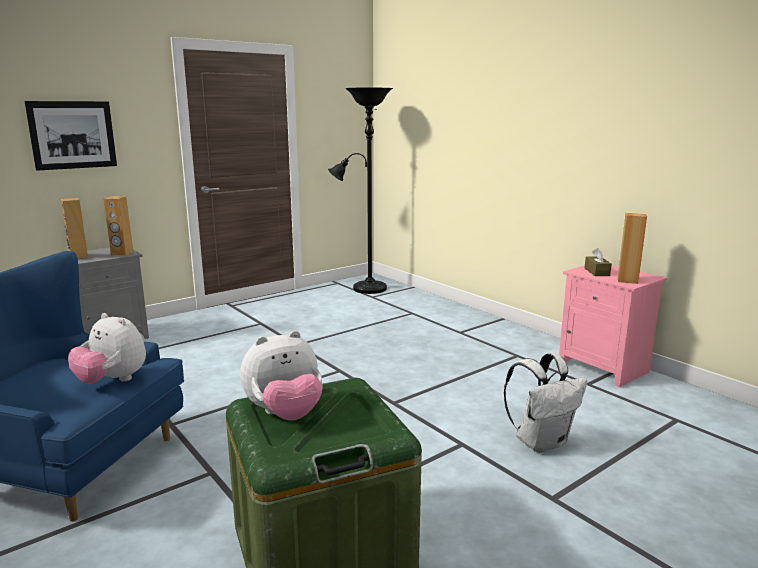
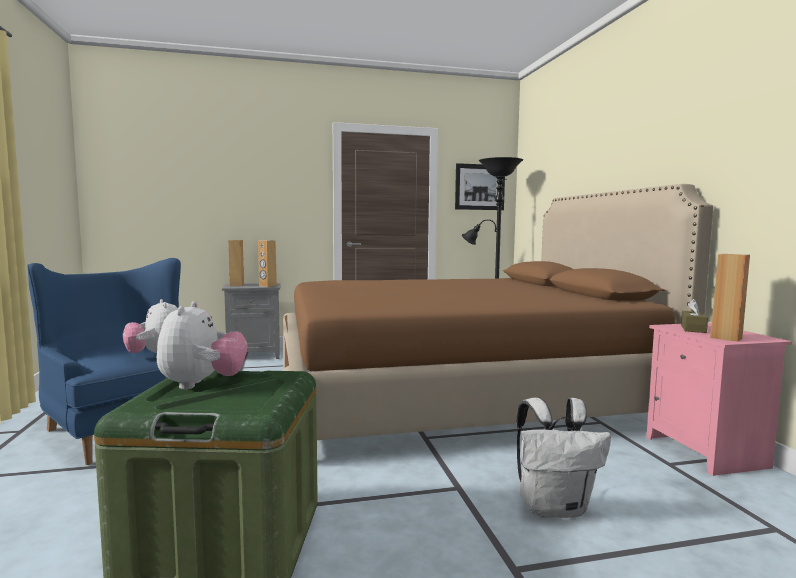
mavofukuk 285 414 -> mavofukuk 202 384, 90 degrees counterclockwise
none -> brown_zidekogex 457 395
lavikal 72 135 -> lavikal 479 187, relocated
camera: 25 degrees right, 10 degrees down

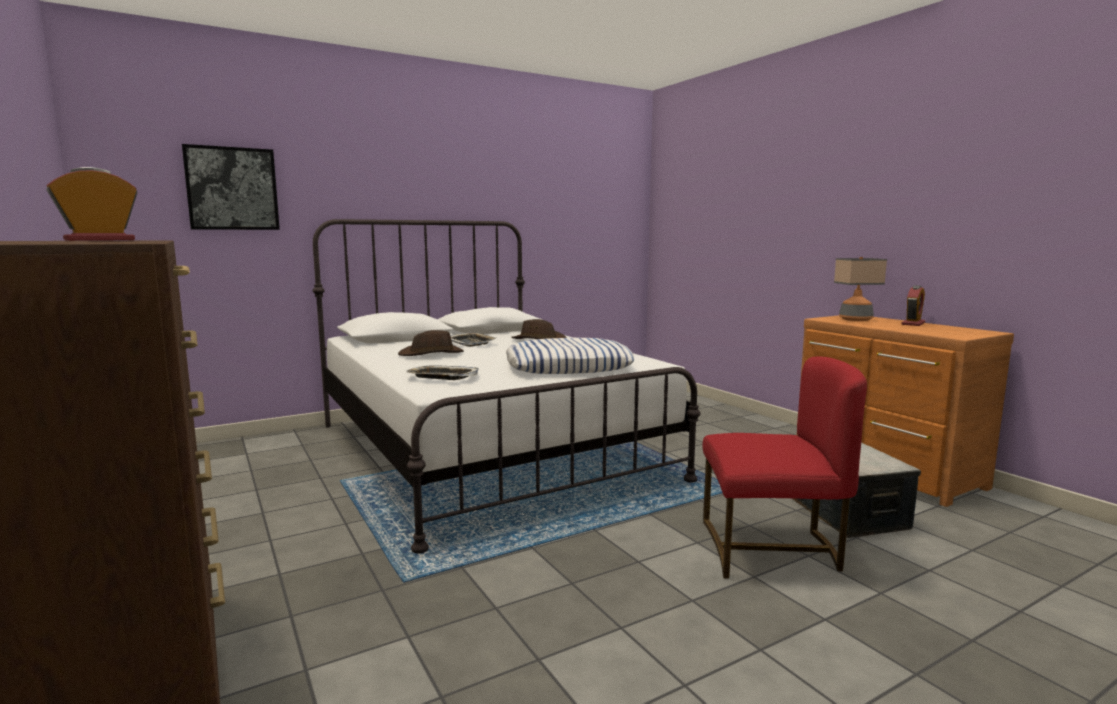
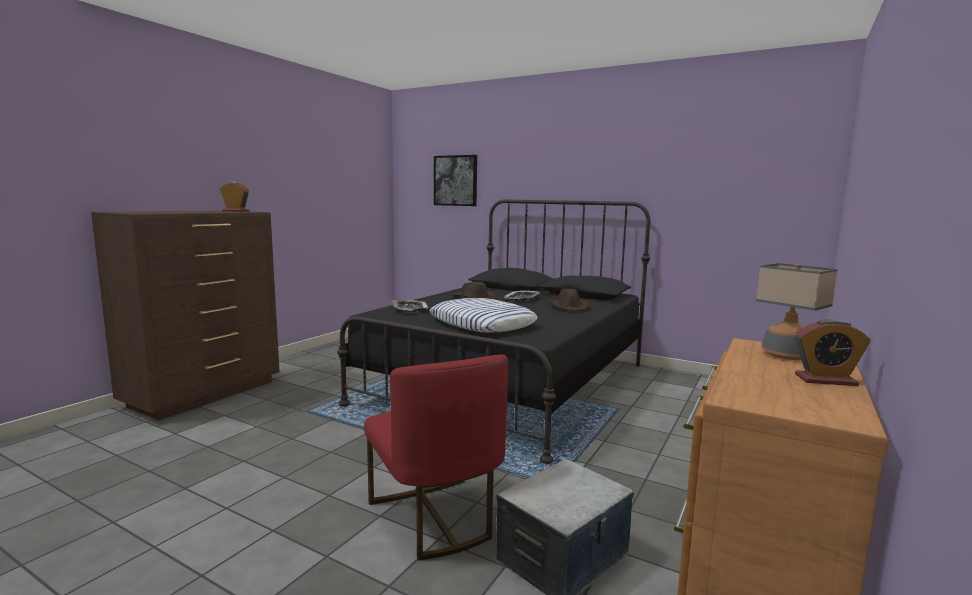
white_zidekogex 486 450 -> black_zidekogex 509 383
camera: 60 degrees right, 0 degrees up

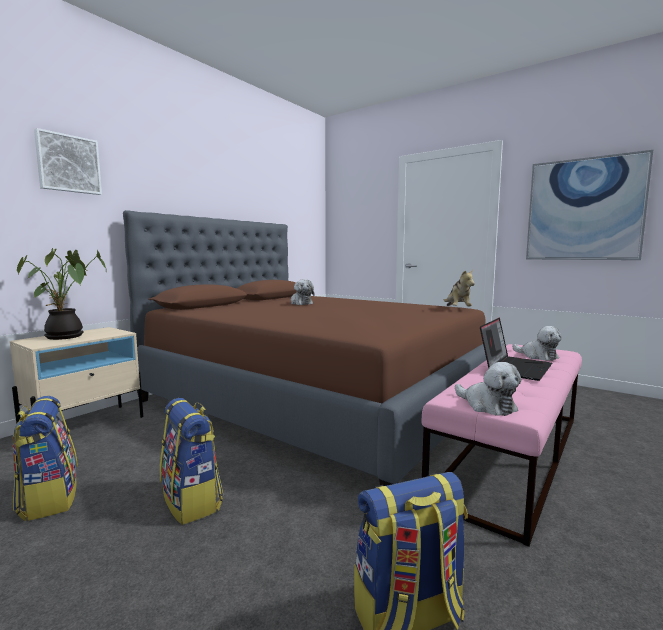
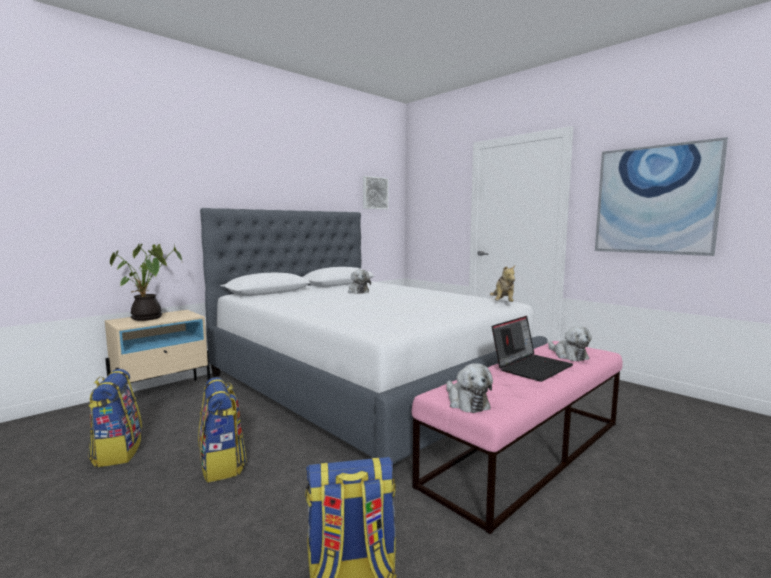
brown_zidekogex 315 400 -> white_zidekogex 366 385
lavikal 68 164 -> lavikal 374 193, relocated
camera: 10 degrees right, 0 degrees up

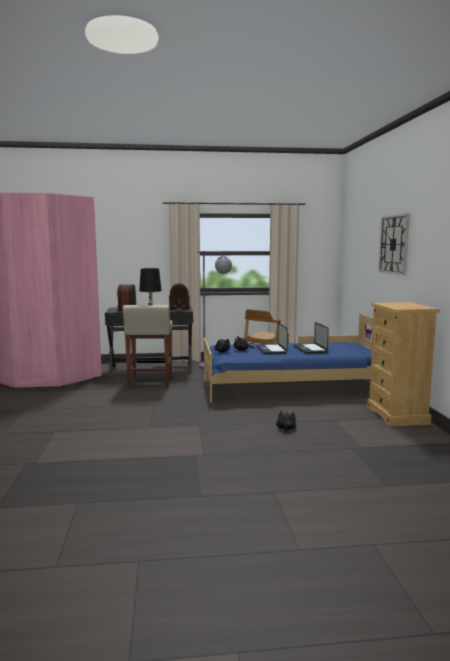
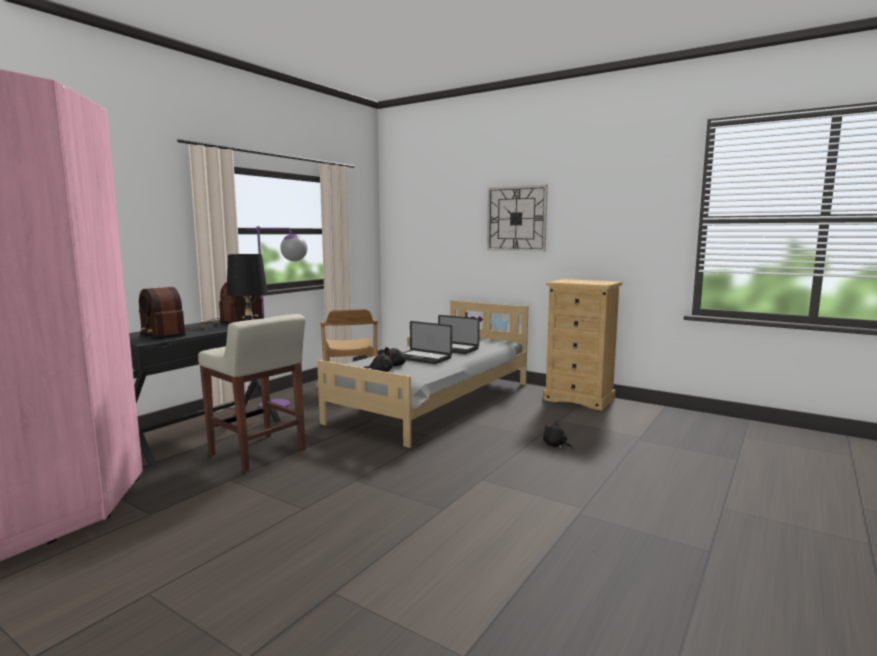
blue_zidekogex 290 387 -> grey_zidekogex 435 402
camera: 50 degrees left, 0 degrees up

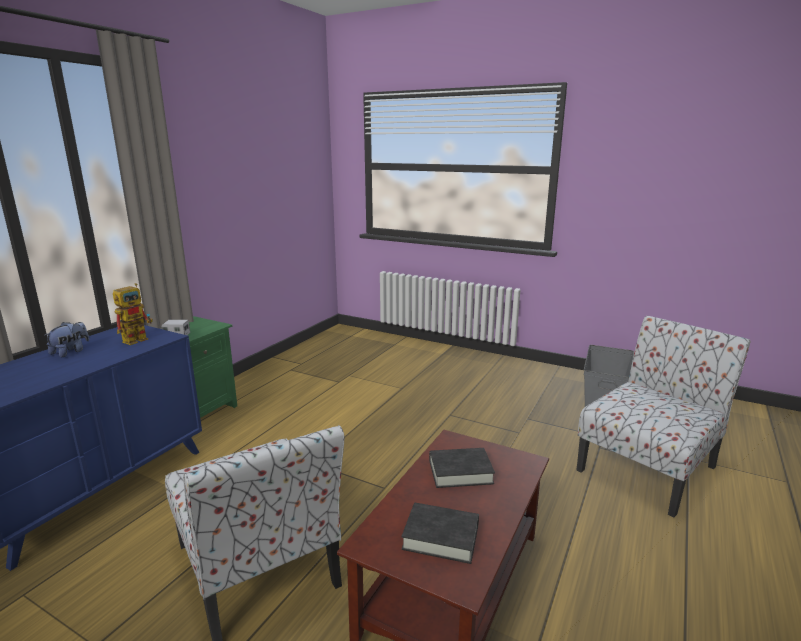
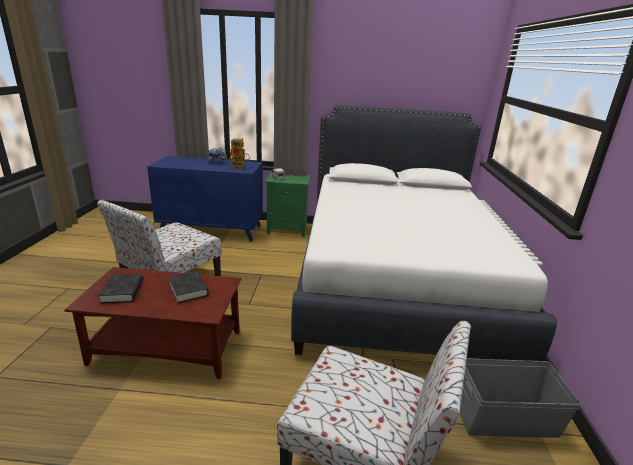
none -> white_zidekogex 395 280
camera: 65 degrees right, 5 degrees up

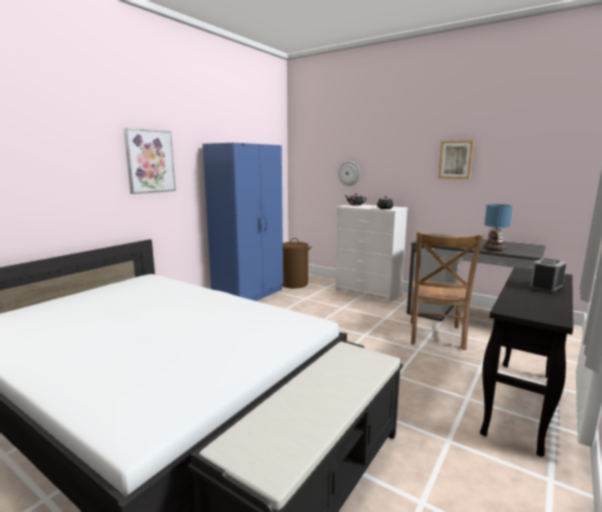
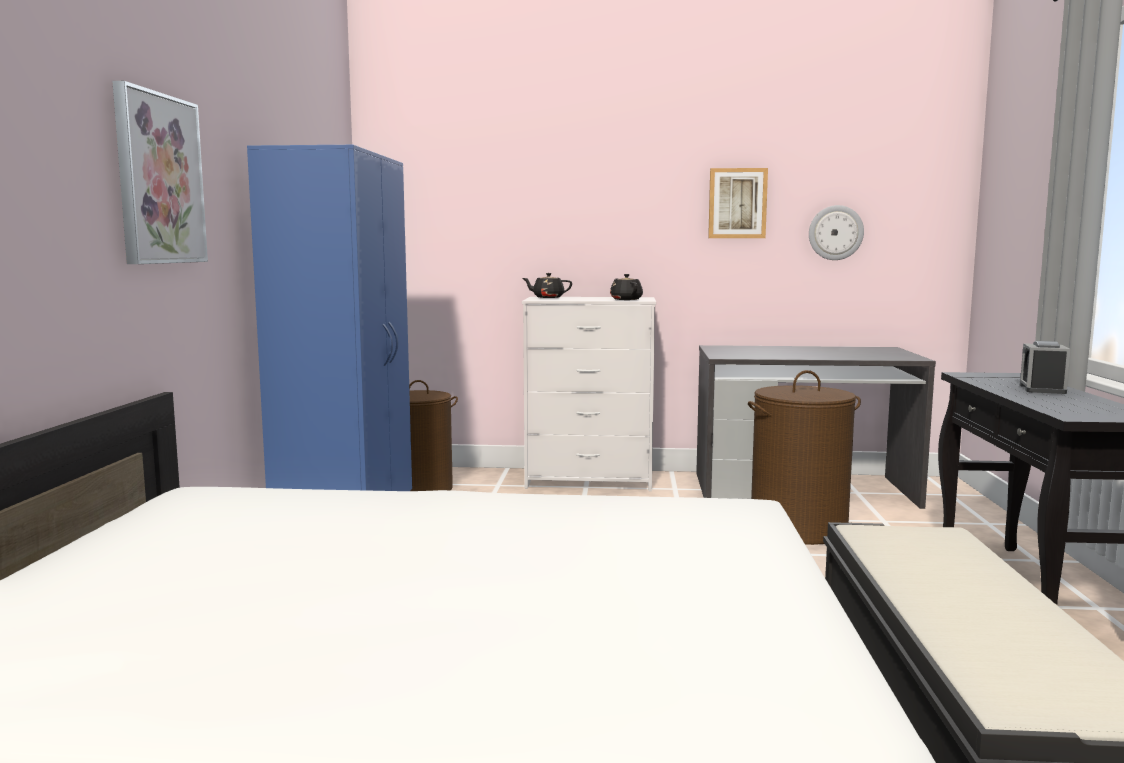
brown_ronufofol 435 336 -> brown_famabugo 798 529
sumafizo 349 173 -> sumafizo 835 232, relocated
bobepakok 494 249 -> none
camera: 30 degrees left, 5 degrees down

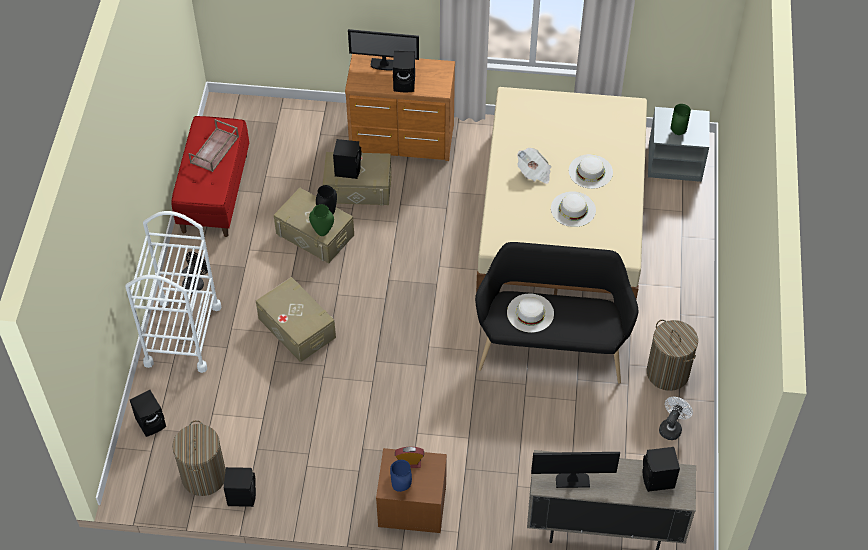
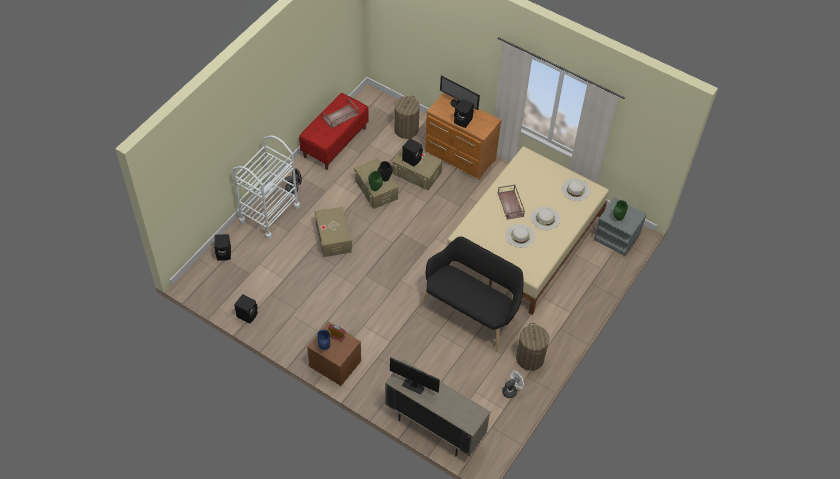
famabugo 204 476 -> famabugo 406 129, relocated
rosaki 534 172 -> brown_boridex 511 205
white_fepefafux 530 313 -> white_fepefafux 575 189, relocated
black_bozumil 658 480 -> none
camera: 25 degrees right, 0 degrees up

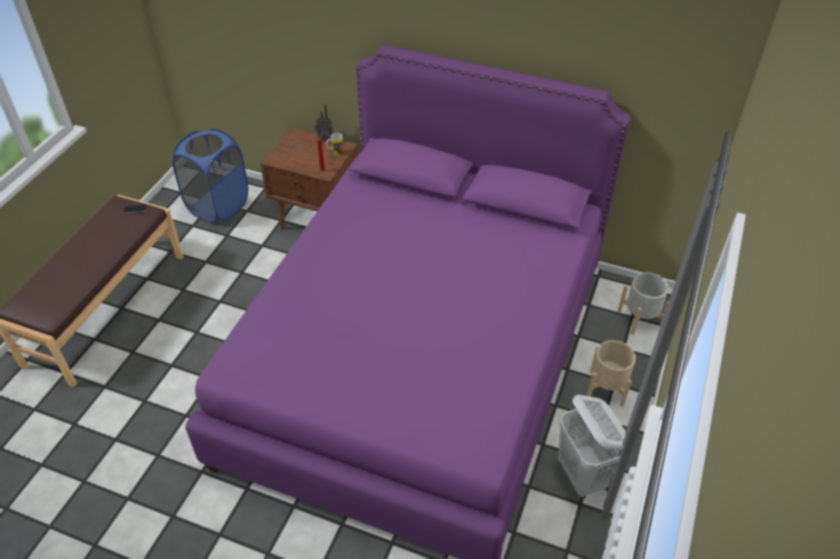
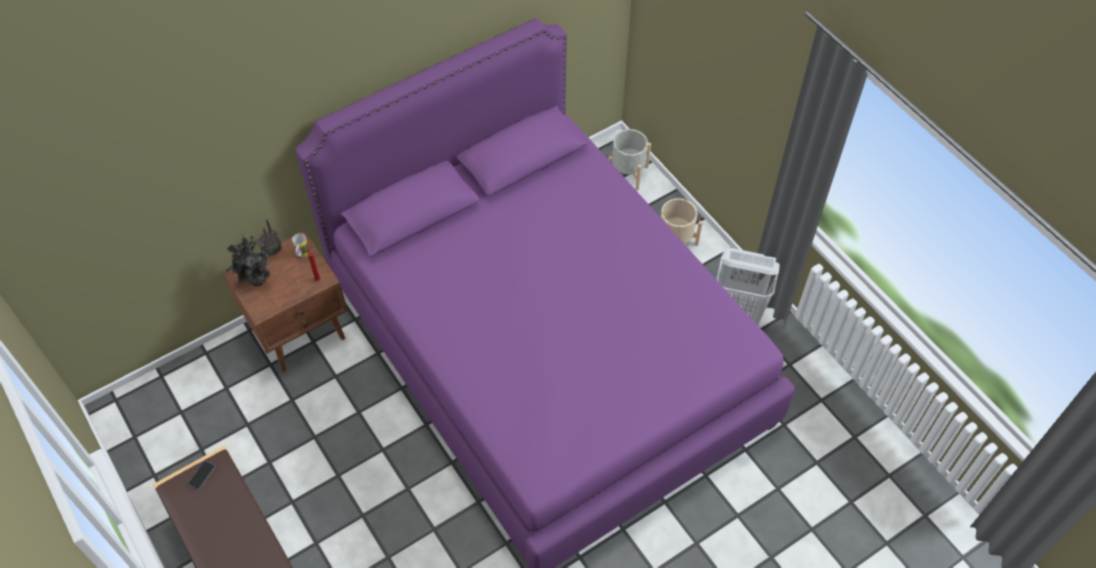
none -> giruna 256 281
blue_famabugo 218 206 -> none
camera: 55 degrees left, 10 degrees up

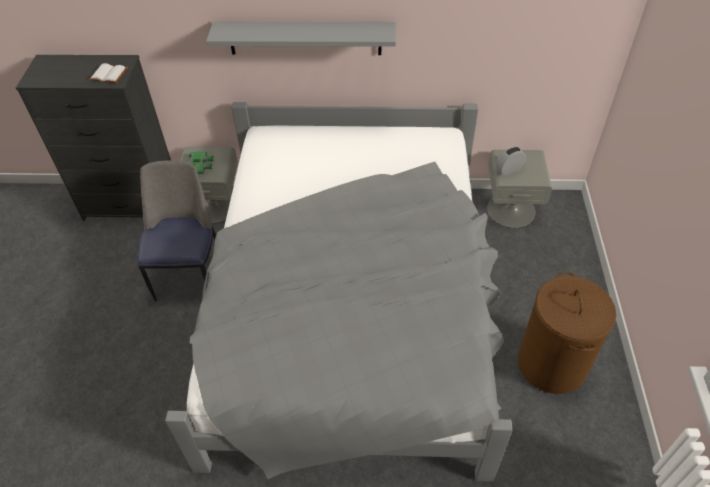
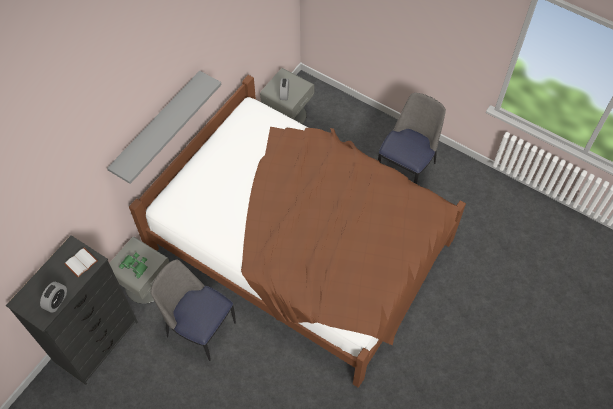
none -> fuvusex 56 301
grey_zidekogex 352 311 -> brown_zidekogex 303 246
brown_famabugo 552 364 -> ronufofol 406 168
camera: 60 degrees left, 10 degrees up

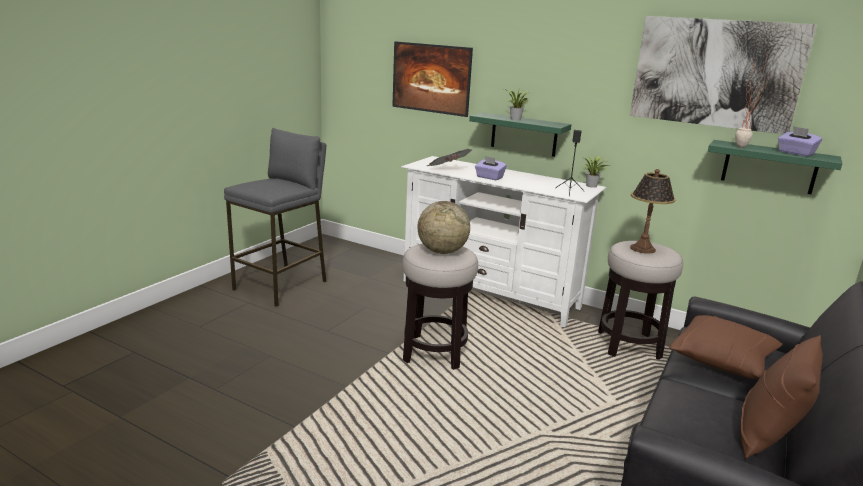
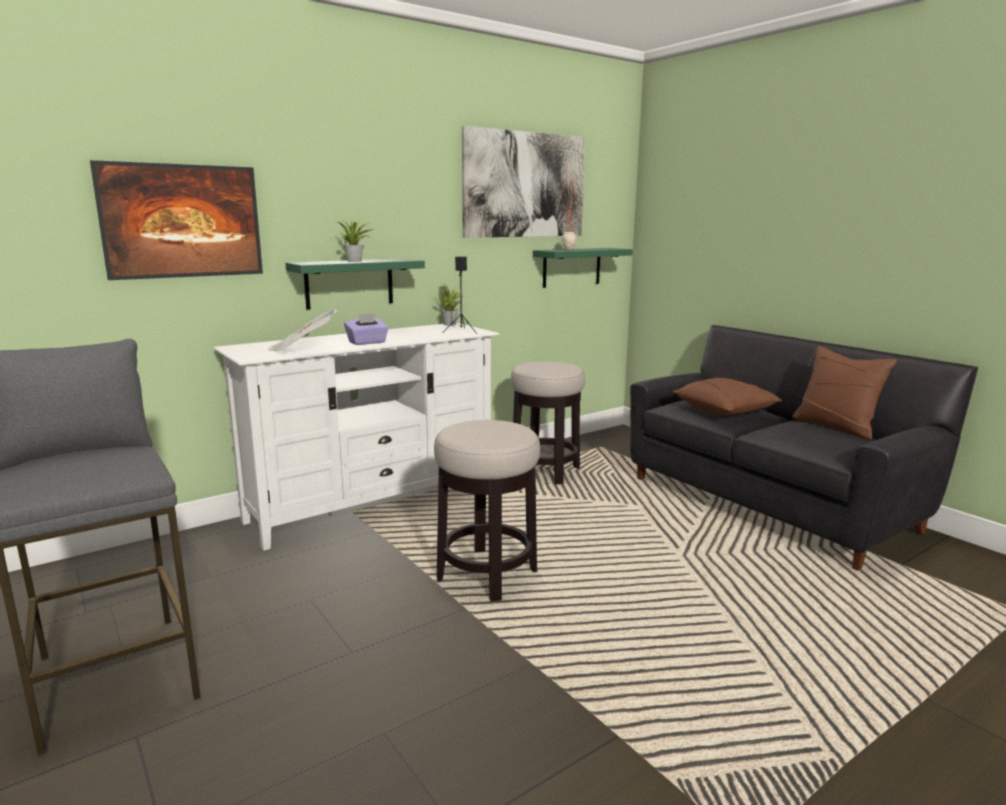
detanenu 442 251 -> none
bobepakok 643 249 -> none
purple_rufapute 795 153 -> none
camera: 65 degrees left, 5 degrees down

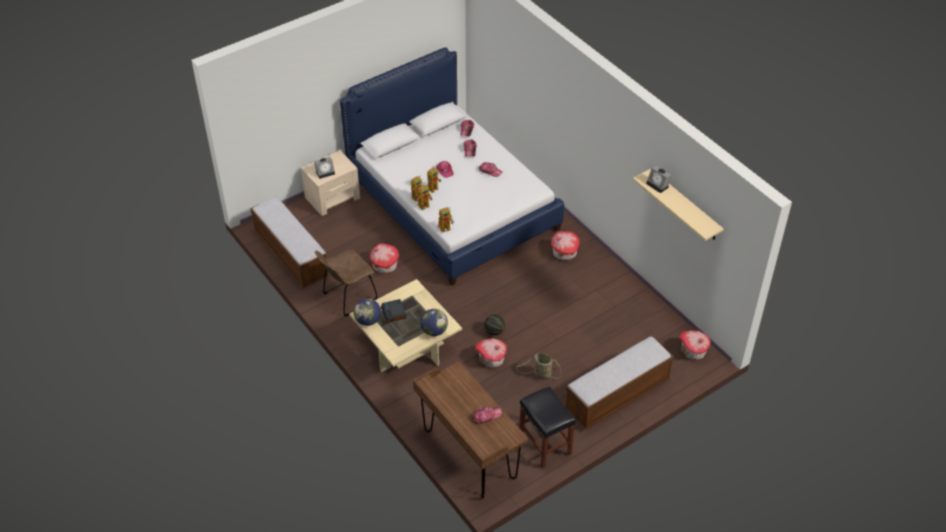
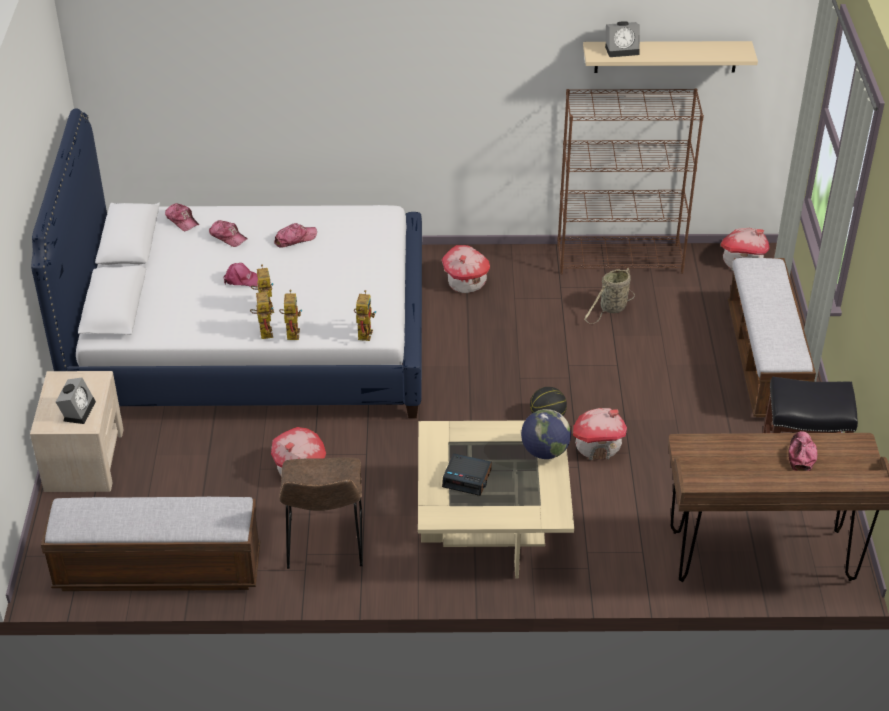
none -> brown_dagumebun 620 259
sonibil 541 374 -> sonibil 612 308, relocated
detanenu 368 321 -> none
camera: 55 degrees left, 5 degrees down

